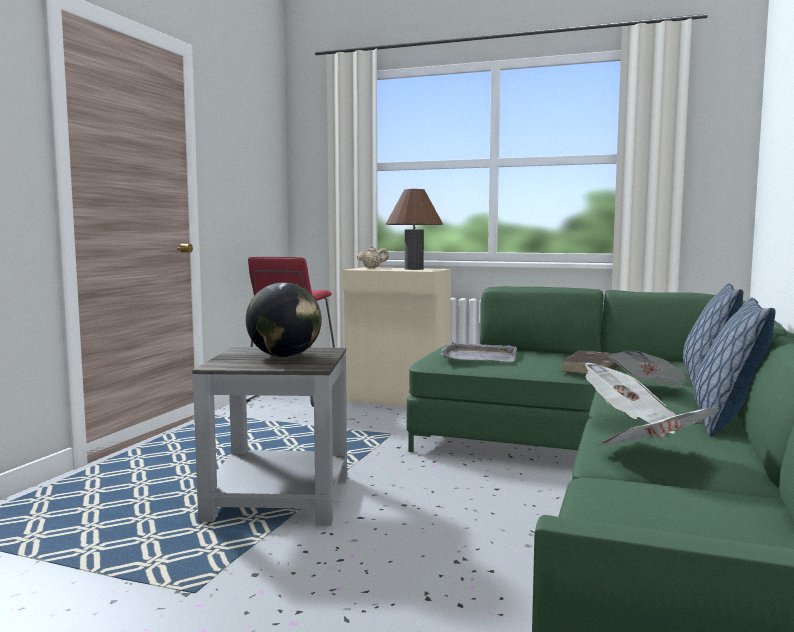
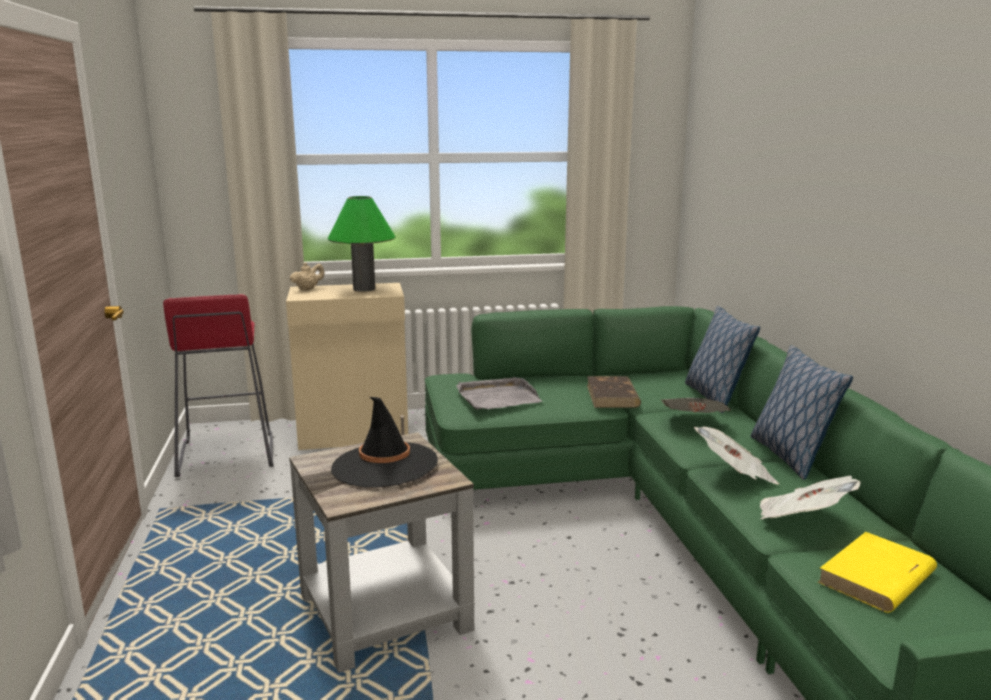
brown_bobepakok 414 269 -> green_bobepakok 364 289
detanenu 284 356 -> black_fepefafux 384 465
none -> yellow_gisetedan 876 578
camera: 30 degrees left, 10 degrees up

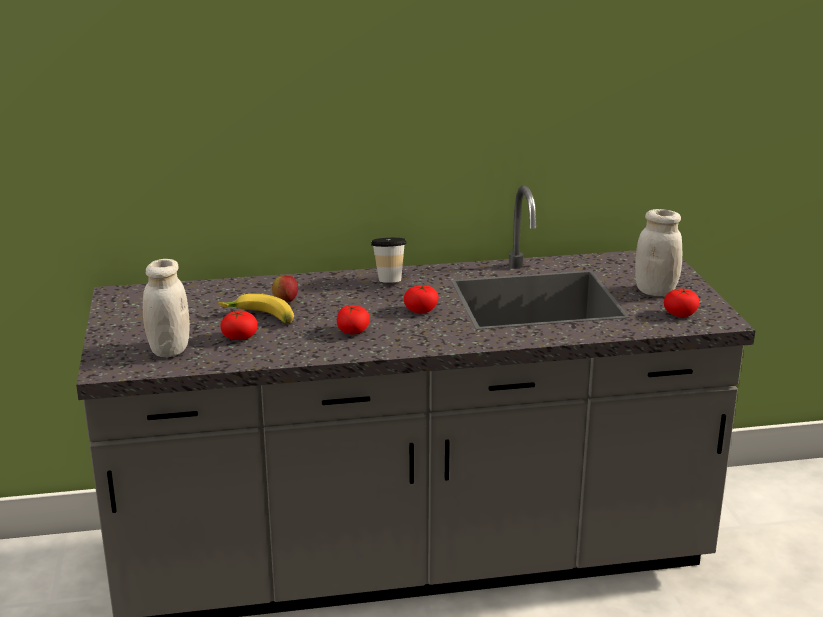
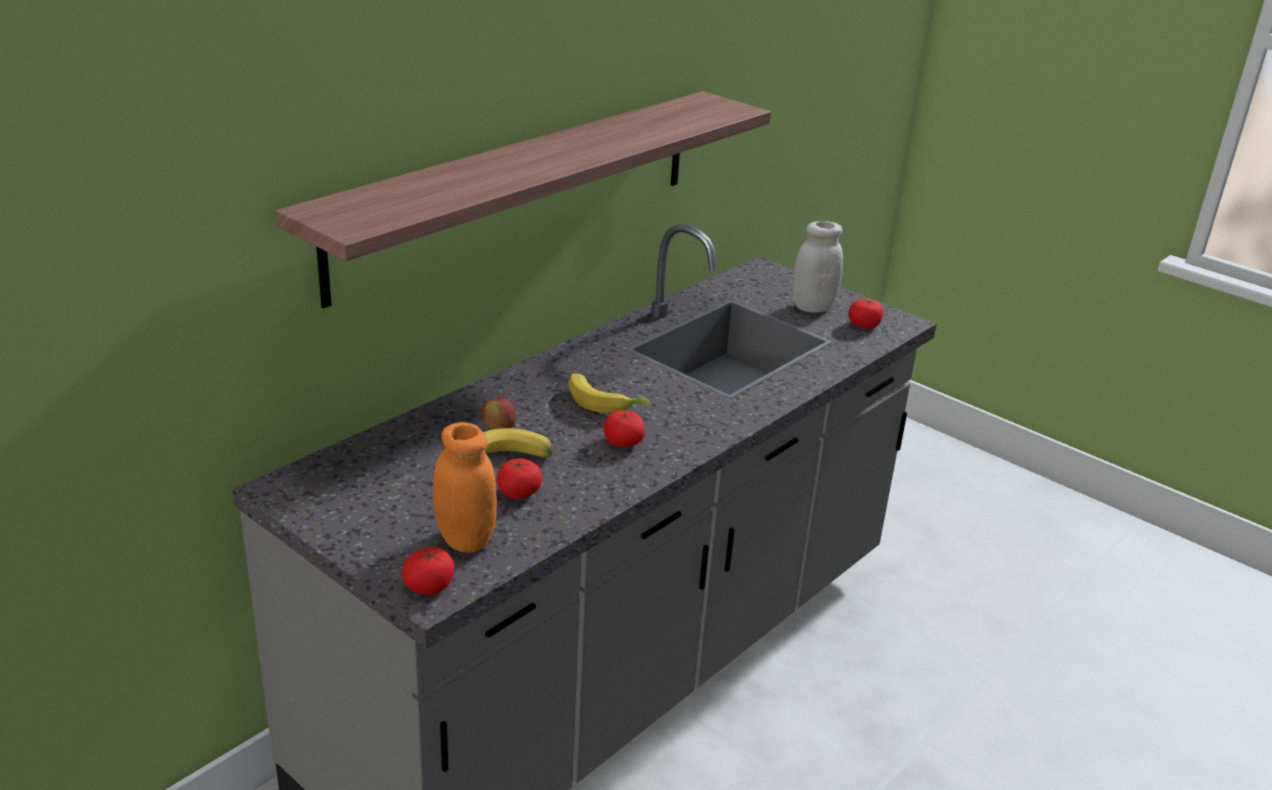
none -> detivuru 521 190
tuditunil 421 310 -> tuditunil 429 585, relocated
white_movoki 169 350 -> orange_movoki 465 539
none -> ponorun 604 402
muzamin 389 279 -> none
camera: 40 degrees left, 5 degrees up

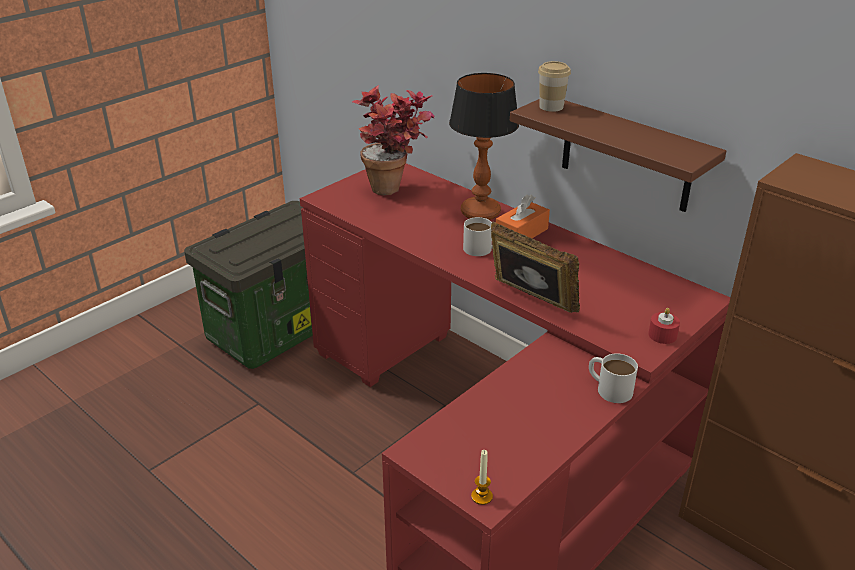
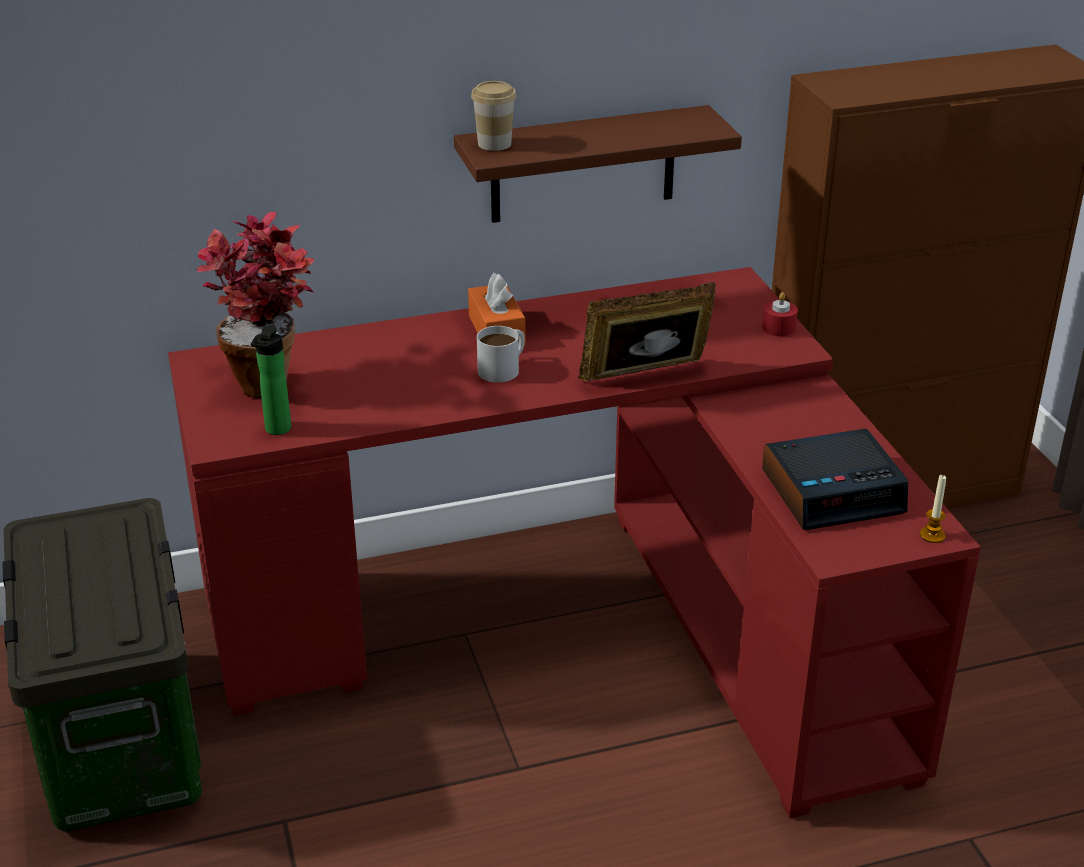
none -> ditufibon 276 430
none -> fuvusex 833 491
bobepakok 480 212 -> none
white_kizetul 608 388 -> none
camera: 60 degrees left, 0 degrees up

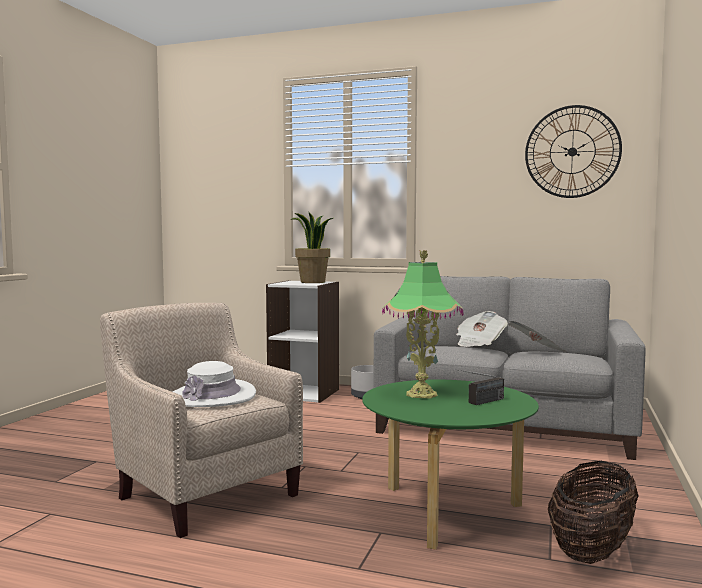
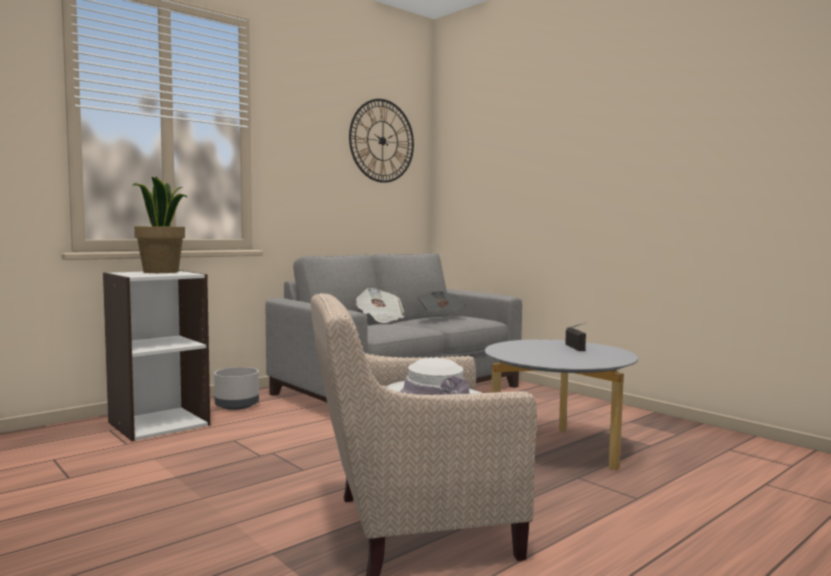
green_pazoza 447 511 -> grey_pazoza 556 449
bobepakok 421 394 -> none
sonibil 592 550 -> none
camera: 60 degrees left, 0 degrees up

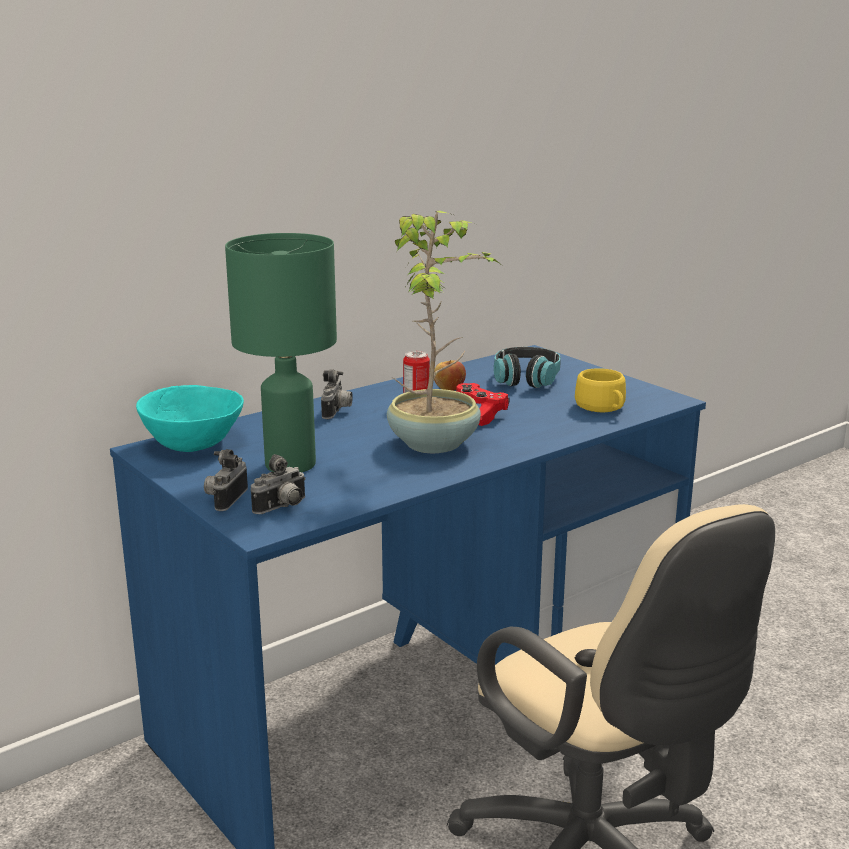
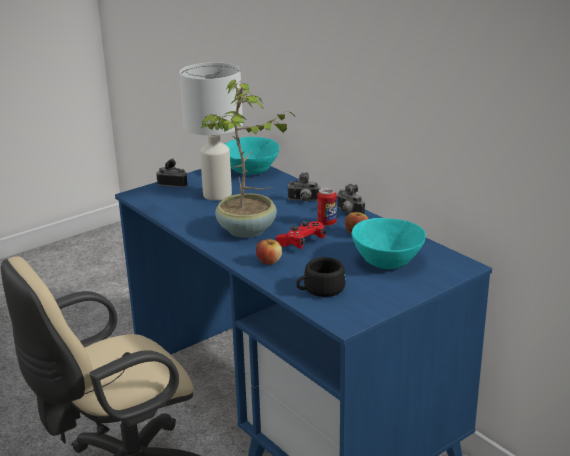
green_bobepakok 288 464 -> white_bobepakok 217 194
none -> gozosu 269 262
yellow_muzamin 603 408 -> black_muzamin 320 290
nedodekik 283 508 -> nedodekik 348 213, relocated
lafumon 526 378 -> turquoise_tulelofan 388 261
camera: 90 degrees right, 5 degrees up

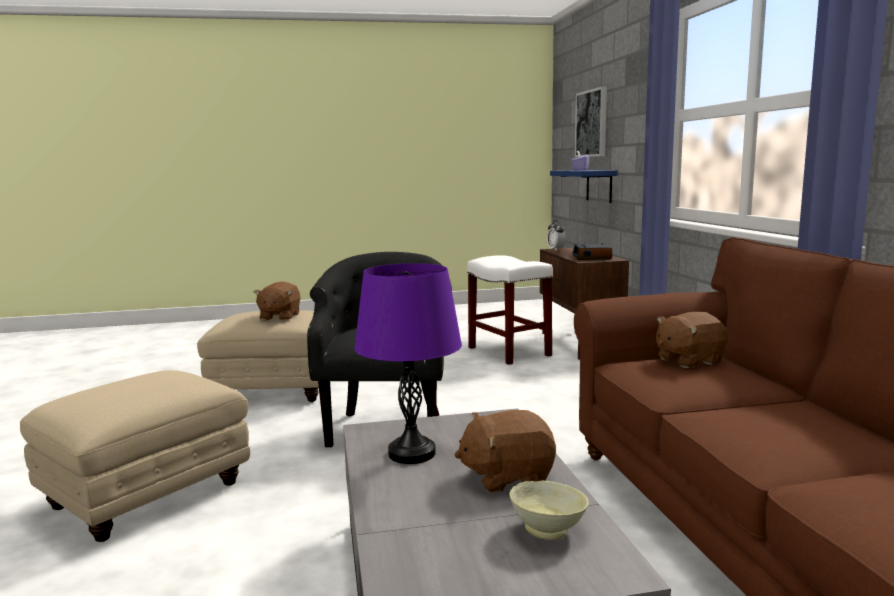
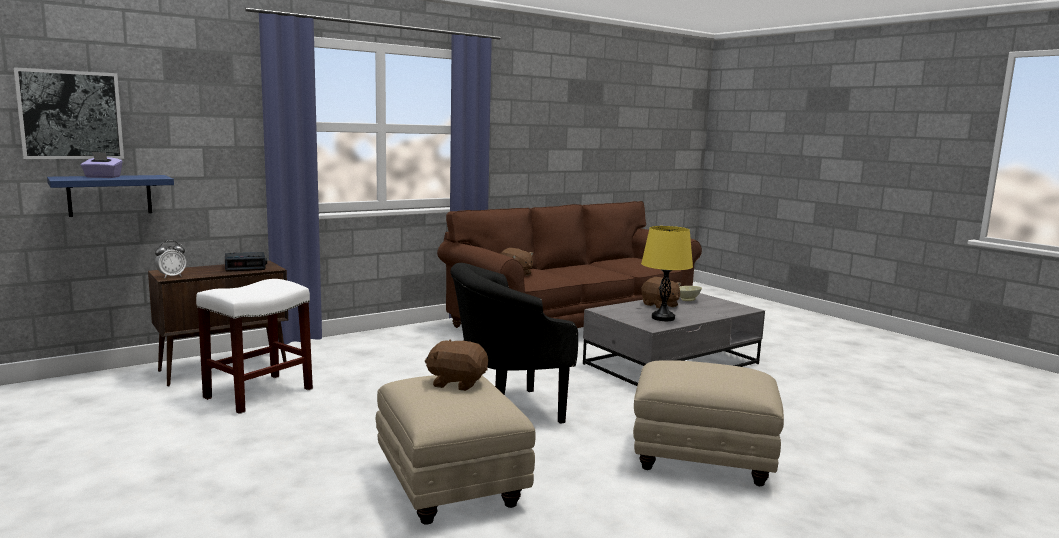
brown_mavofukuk 279 317 -> brown_mavofukuk 457 383, 150 degrees counterclockwise
purple_bobepakok 411 453 -> yellow_bobepakok 663 318
camera: 115 degrees left, 0 degrees up

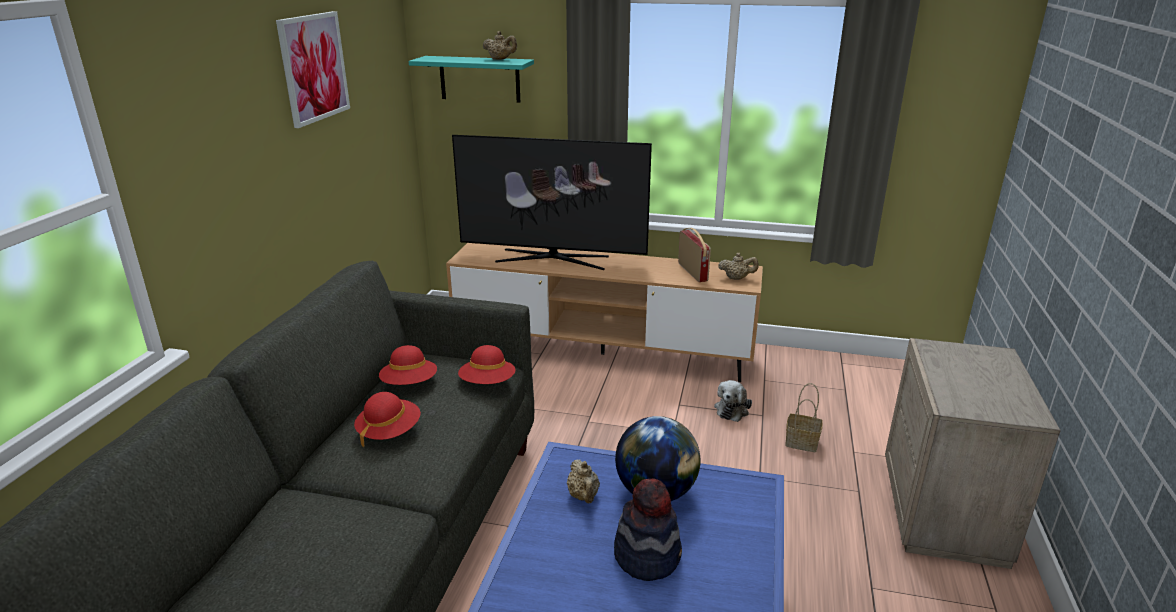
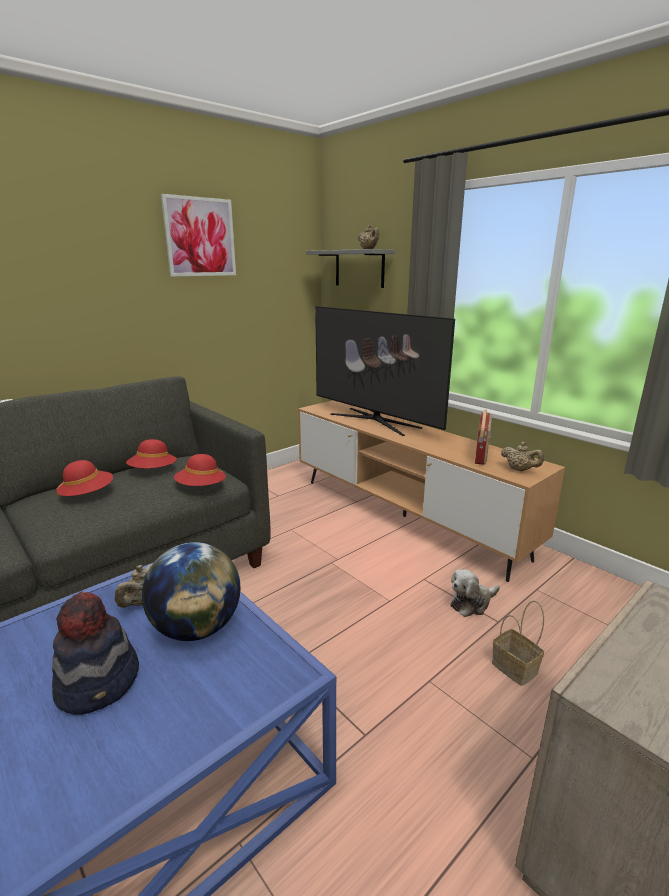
turquoise_detivuru 479 79 -> grey_detivuru 359 268
camera: 35 degrees right, 5 degrees down

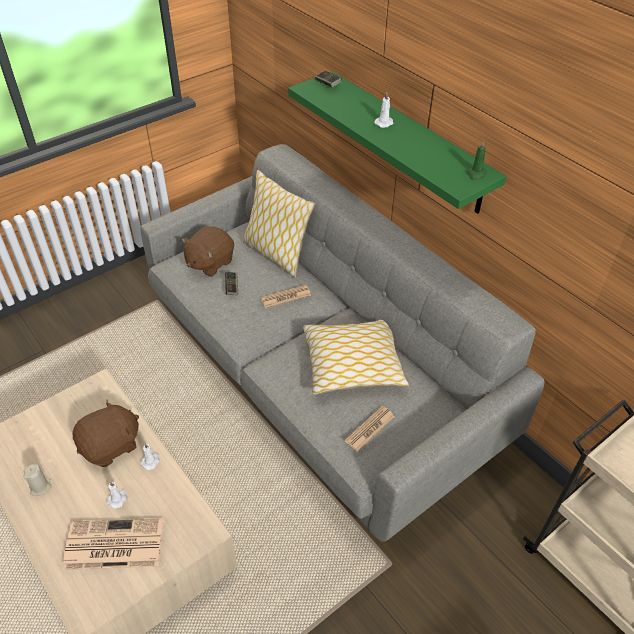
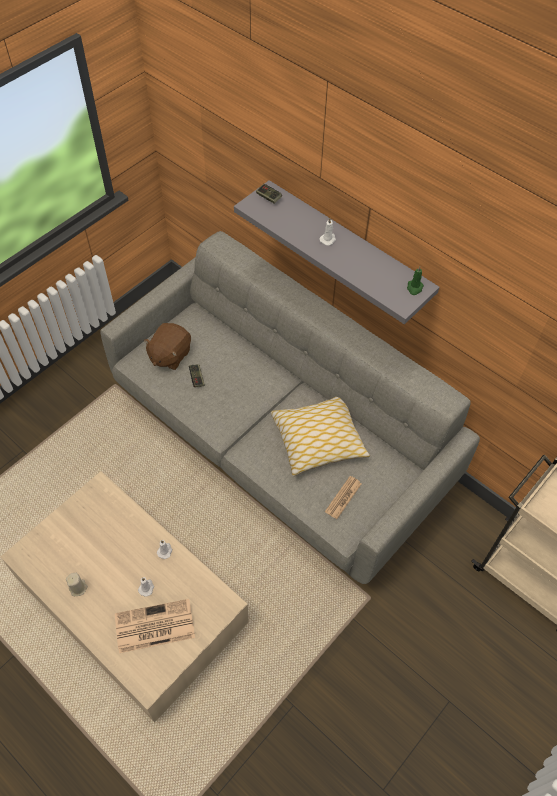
green_detivuru 408 142 -> grey_detivuru 348 247
brown_mavofukuk 111 446 -> none
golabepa 276 254 -> none
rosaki 285 297 -> none
camera: 10 degrees left, 10 degrees up

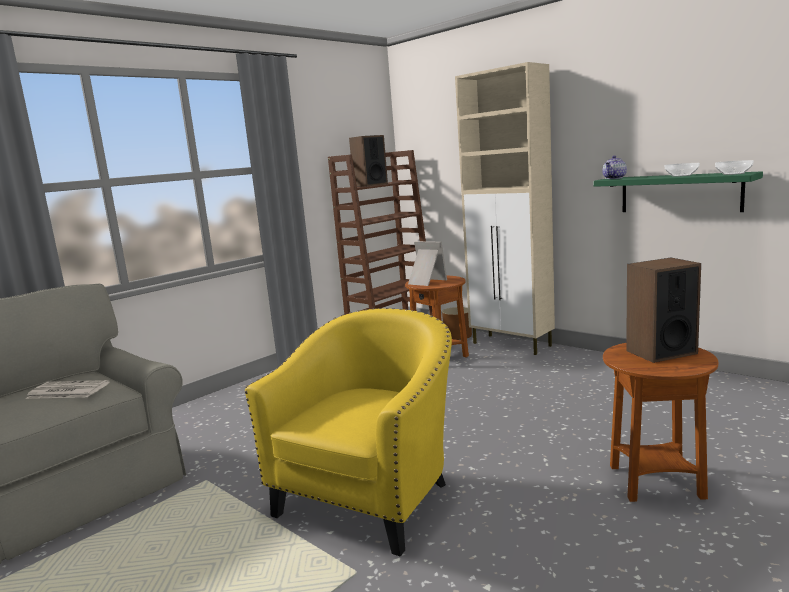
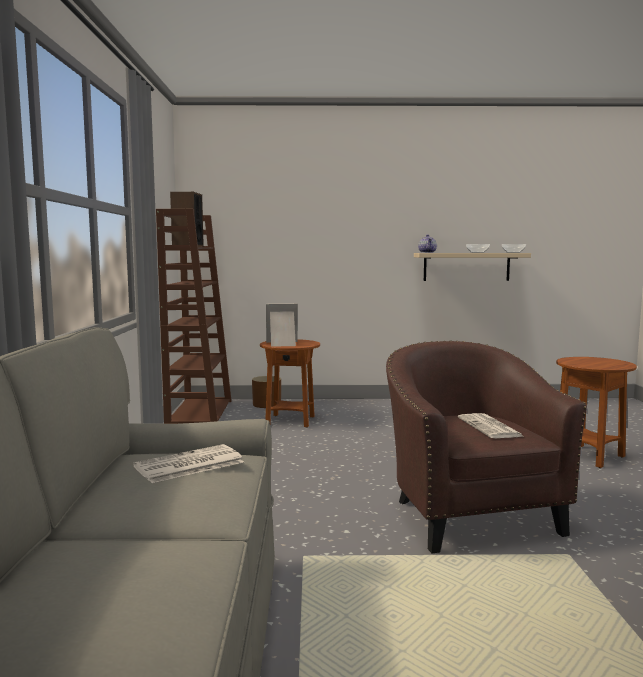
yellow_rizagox 372 496 -> brown_rizagox 468 515
green_detivuru 680 193 -> beige_detivuru 466 266
none -> rosaki 490 427
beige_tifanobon 512 345 -> none
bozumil 660 352 -> none
camera: 45 degrees left, 5 degrees down

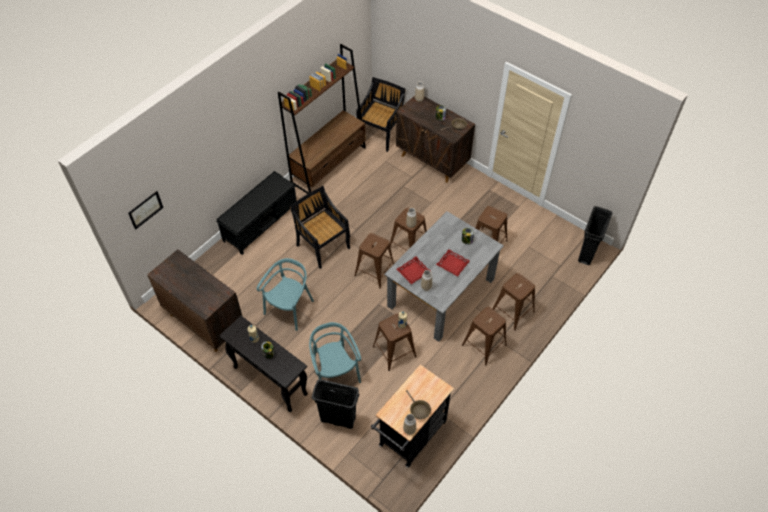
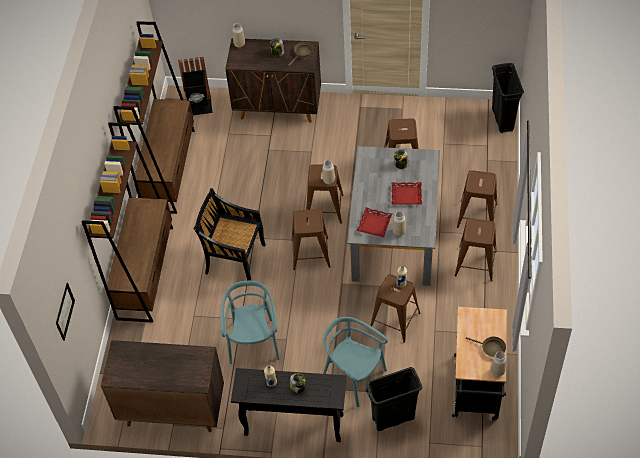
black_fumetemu 261 223 -> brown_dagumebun 145 272
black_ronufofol 381 134 -> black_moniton 199 107
camera: 30 degrees left, 0 degrees up

